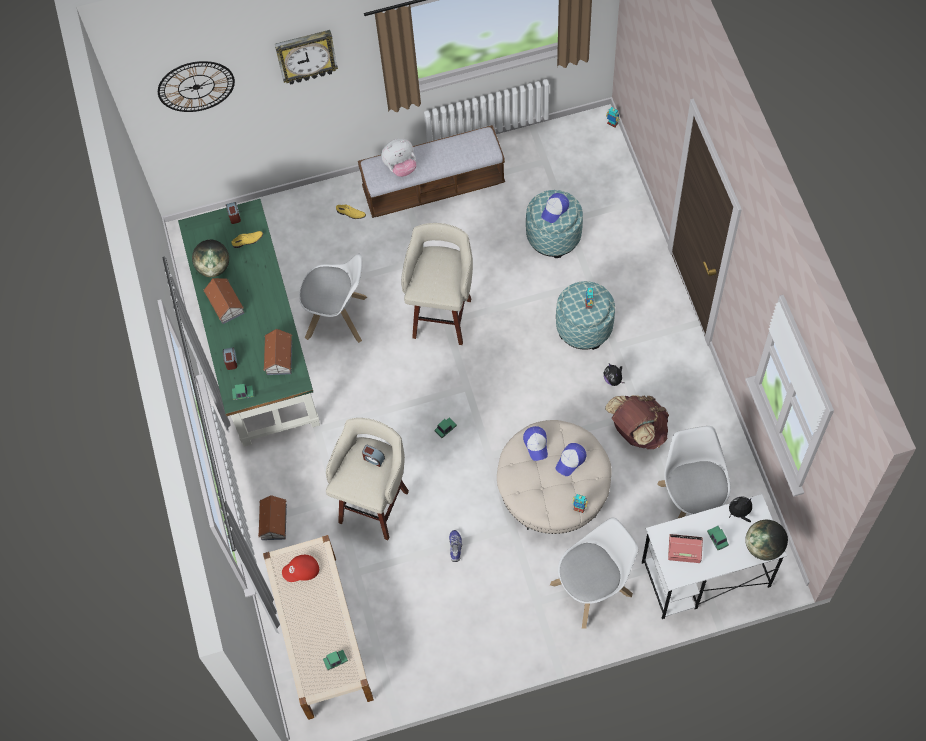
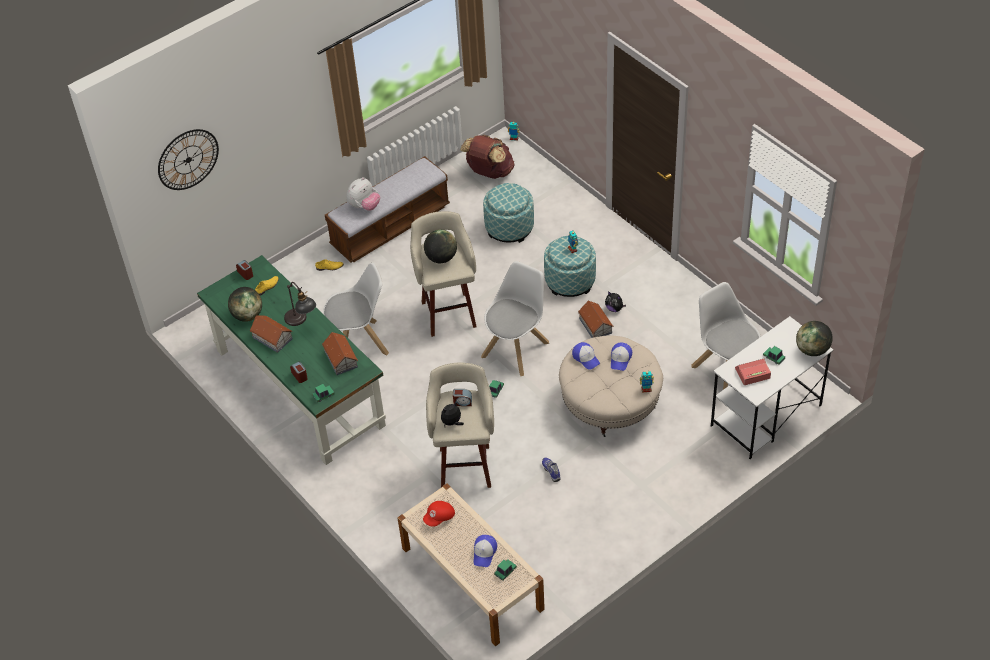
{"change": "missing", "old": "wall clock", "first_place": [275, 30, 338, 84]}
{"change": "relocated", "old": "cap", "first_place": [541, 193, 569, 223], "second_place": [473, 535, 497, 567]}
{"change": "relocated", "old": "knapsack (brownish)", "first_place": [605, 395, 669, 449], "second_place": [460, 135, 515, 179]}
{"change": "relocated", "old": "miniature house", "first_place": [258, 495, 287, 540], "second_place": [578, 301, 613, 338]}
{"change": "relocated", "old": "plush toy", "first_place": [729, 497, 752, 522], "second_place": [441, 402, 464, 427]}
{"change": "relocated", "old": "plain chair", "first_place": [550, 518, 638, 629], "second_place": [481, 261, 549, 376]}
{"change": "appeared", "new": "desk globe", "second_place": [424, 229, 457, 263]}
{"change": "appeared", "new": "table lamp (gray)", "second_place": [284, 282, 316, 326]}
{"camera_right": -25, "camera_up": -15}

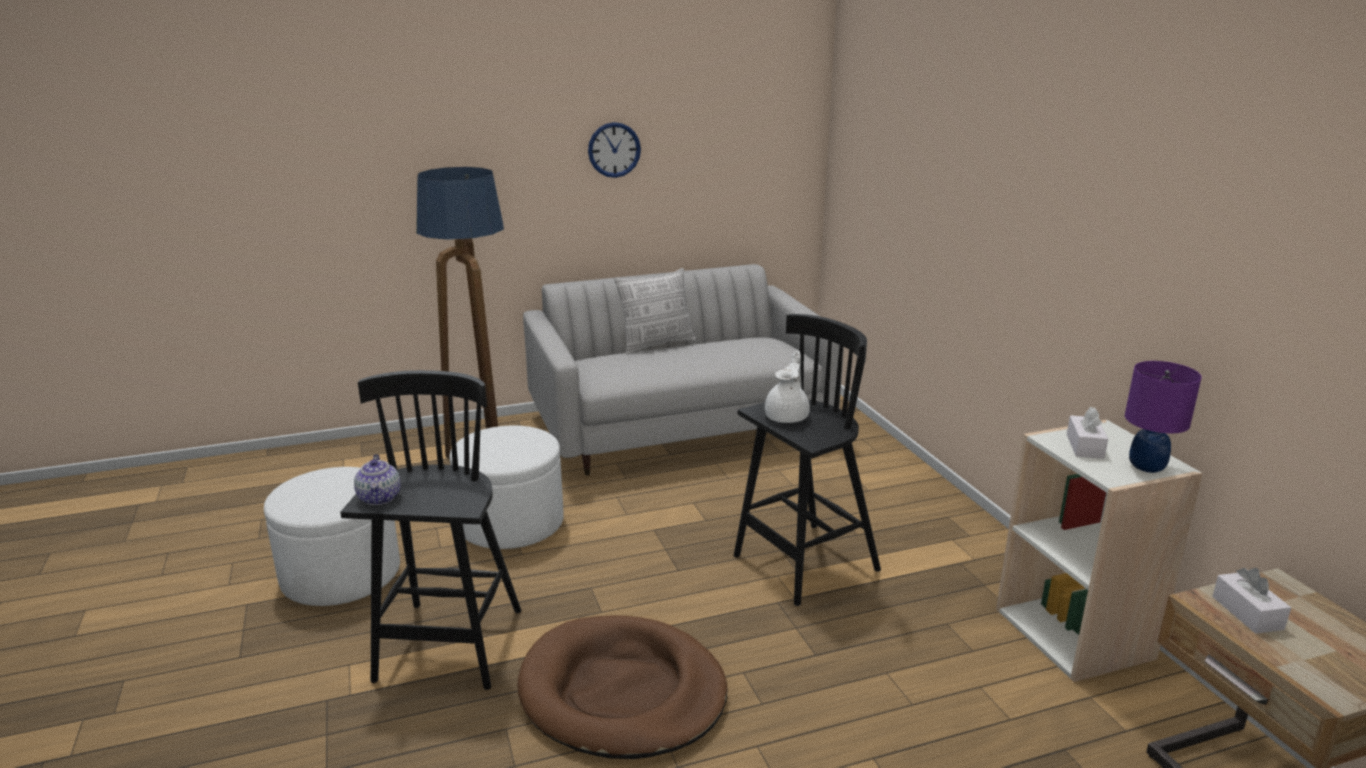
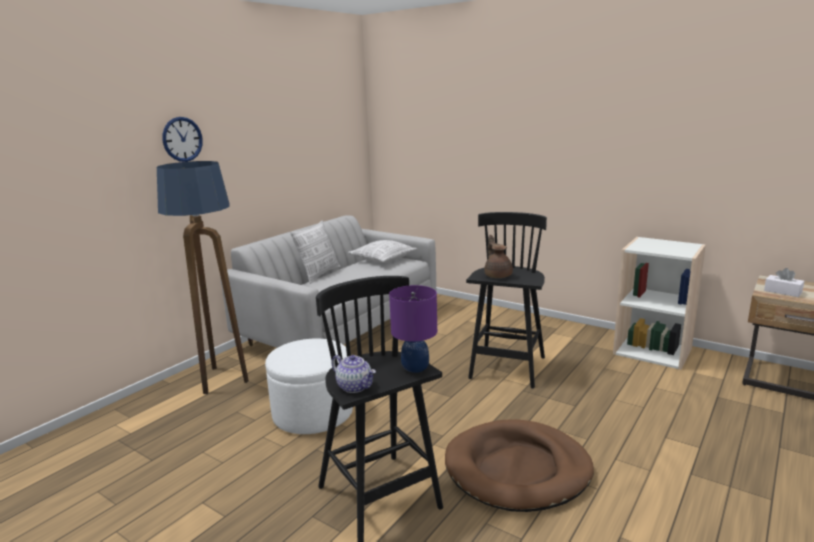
{"change": "relocated", "old": "wall clock", "first_place": [588, 122, 641, 178], "second_place": [162, 117, 203, 162]}
{"change": "colour", "old": "teapot (white-coloured)", "new": "teapot (brownish)", "first_place": [765, 350, 810, 423], "second_place": [484, 235, 513, 278]}
{"change": "relocated", "old": "table lamp (purple-coloured)", "first_place": [1125, 361, 1202, 473], "second_place": [389, 285, 437, 373]}
{"change": "missing", "old": "tissue holder (white-coloured)", "first_place": [1067, 407, 1108, 459]}
{"change": "missing", "old": "ottoman (white-coloured)", "first_place": [264, 467, 400, 606]}
{"change": "appeared", "new": "throw pillow", "second_place": [348, 240, 418, 263]}
{"camera_right": -35, "camera_up": -5}

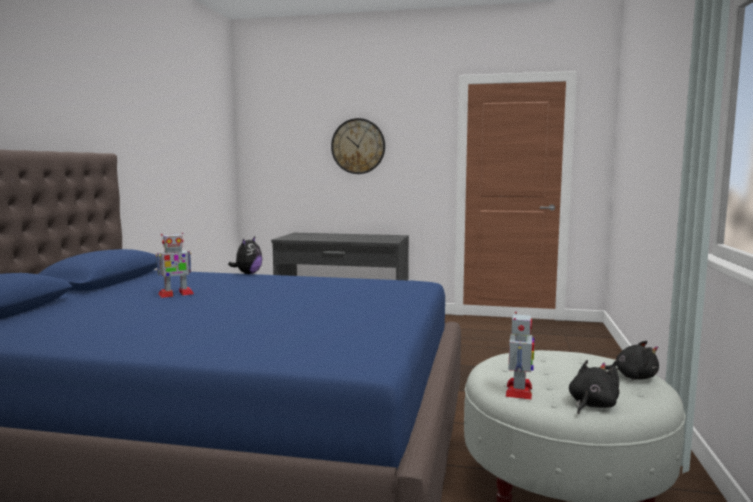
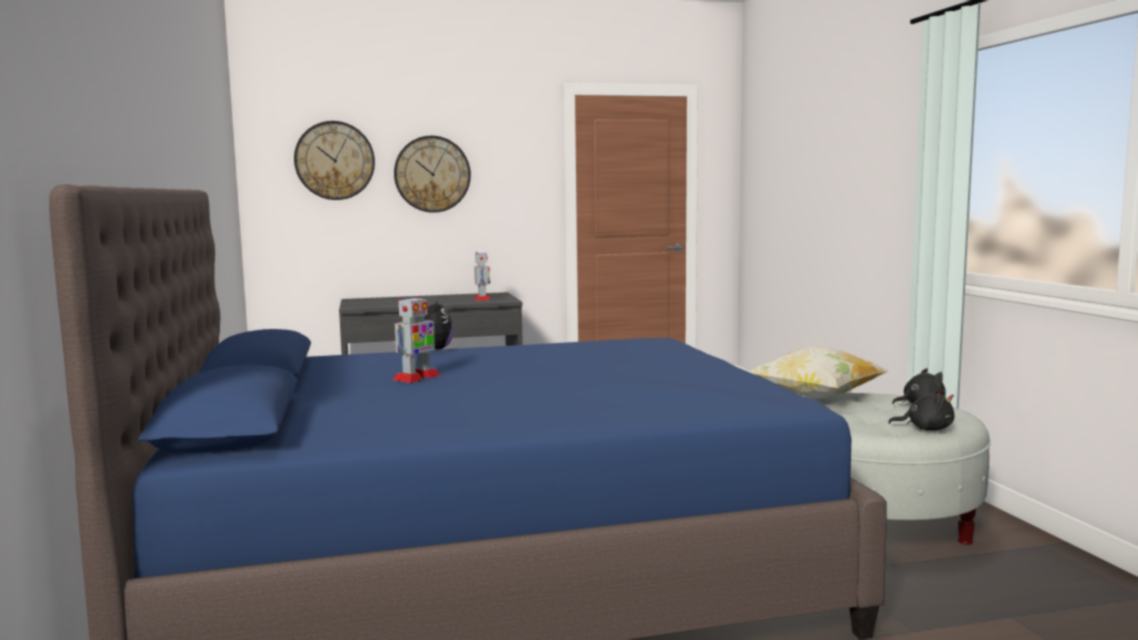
{"change": "relocated", "old": "robot figure", "first_place": [506, 312, 534, 399], "second_place": [474, 252, 490, 300]}
{"change": "spun", "old": "plush toy (black-coloured)", "first_place": [569, 360, 619, 414], "second_place": [888, 390, 955, 431], "degrees": 90}
{"change": "appeared", "new": "wall clock", "second_place": [294, 121, 375, 200]}
{"change": "appeared", "new": "throw pillow", "second_place": [750, 346, 889, 399]}
{"camera_right": -25, "camera_up": 0}

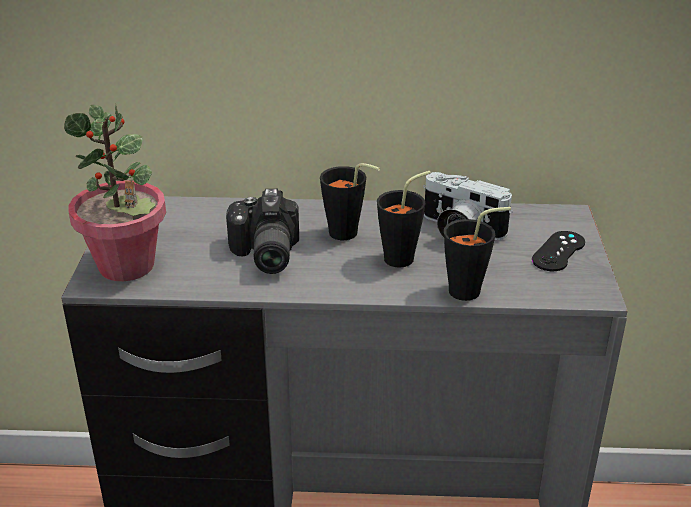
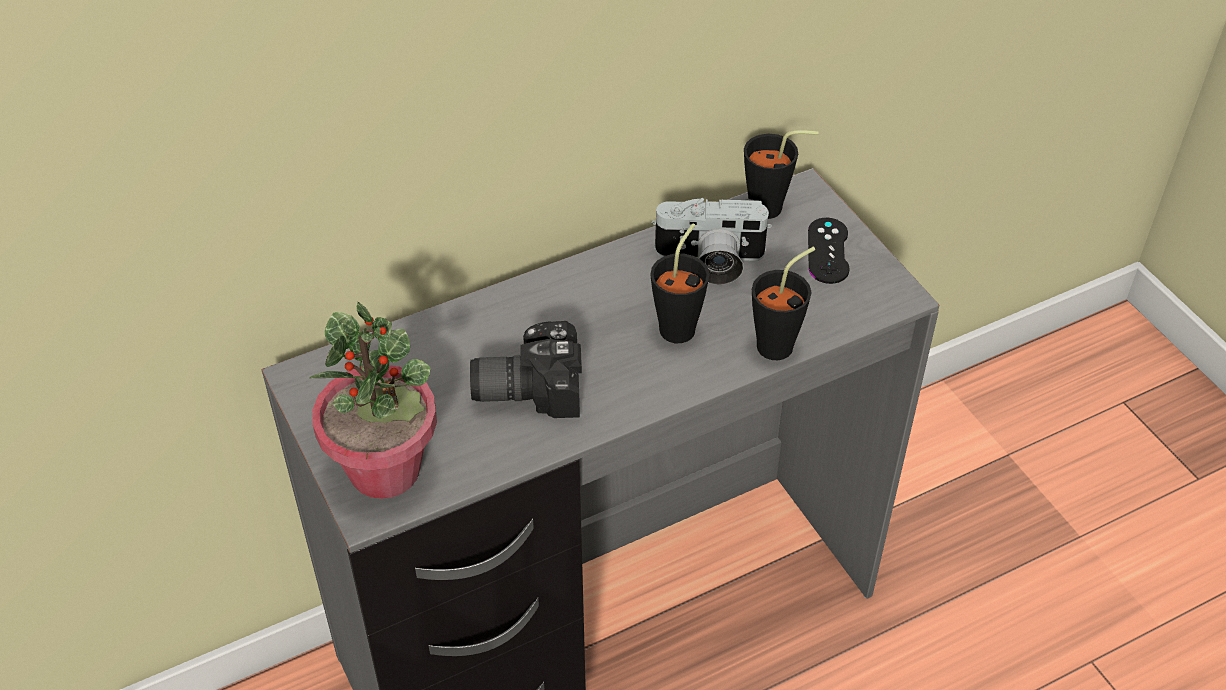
{"change": "relocated", "old": "small cup (black-coloured)", "first_place": [320, 163, 380, 240], "second_place": [744, 130, 819, 219]}
{"change": "spun", "old": "still camera", "first_place": [226, 189, 299, 274], "second_place": [470, 321, 582, 418], "degrees": 120}
{"camera_right": -30, "camera_up": 15}

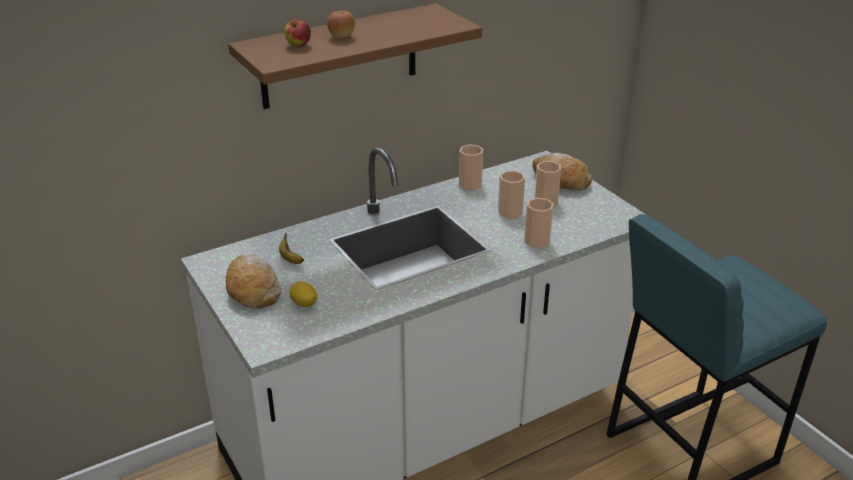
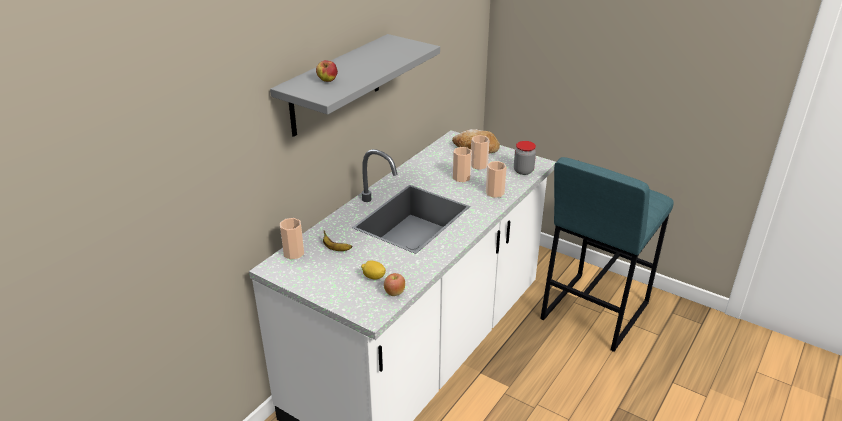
{"change": "colour", "old": "wall shelf (brownish)", "new": "wall shelf (gray)", "first_place": [228, 3, 482, 109], "second_place": [270, 34, 440, 137]}
{"change": "relocated", "old": "apple", "first_place": [327, 10, 355, 38], "second_place": [384, 273, 405, 296]}
{"change": "relocated", "old": "small cup", "first_place": [459, 144, 483, 190], "second_place": [280, 218, 304, 259]}
{"change": "missing", "old": "baked bread", "first_place": [226, 254, 282, 309]}
{"change": "appeared", "new": "preserve jar", "second_place": [514, 141, 536, 175]}
{"camera_right": -25, "camera_up": 0}

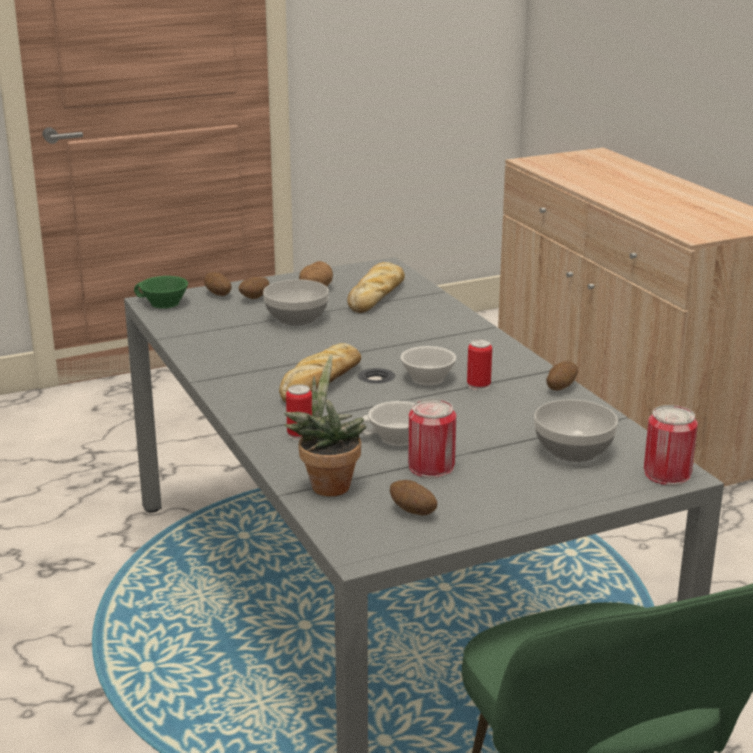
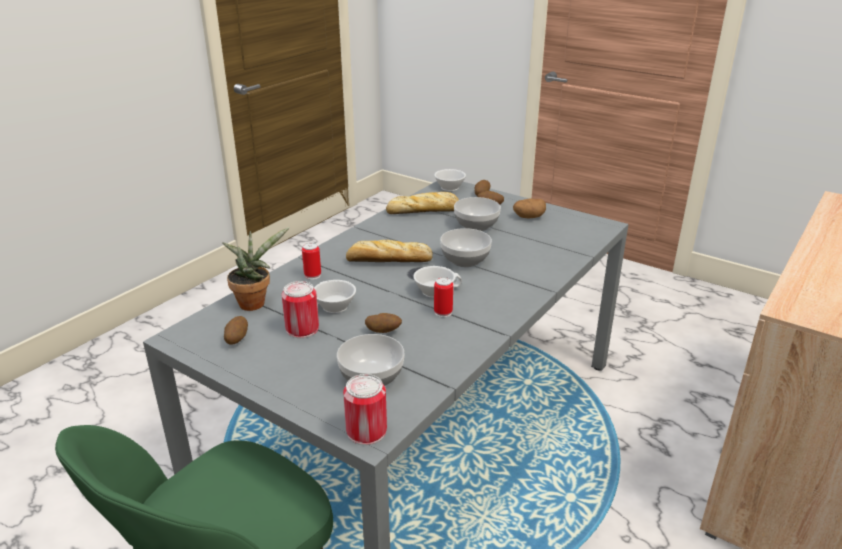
{"change": "relocated", "old": "baked bread", "first_place": [347, 262, 405, 313], "second_place": [386, 192, 459, 214]}
{"change": "colour", "old": "small cup (greenish)", "new": "small cup (white-coloured)", "first_place": [134, 276, 188, 309], "second_place": [434, 169, 466, 191]}
{"change": "relocated", "old": "spud", "first_place": [546, 361, 578, 390], "second_place": [365, 313, 402, 333]}
{"change": "appeared", "new": "serving bowl", "second_place": [440, 228, 492, 267]}
{"camera_right": 60, "camera_up": 5}

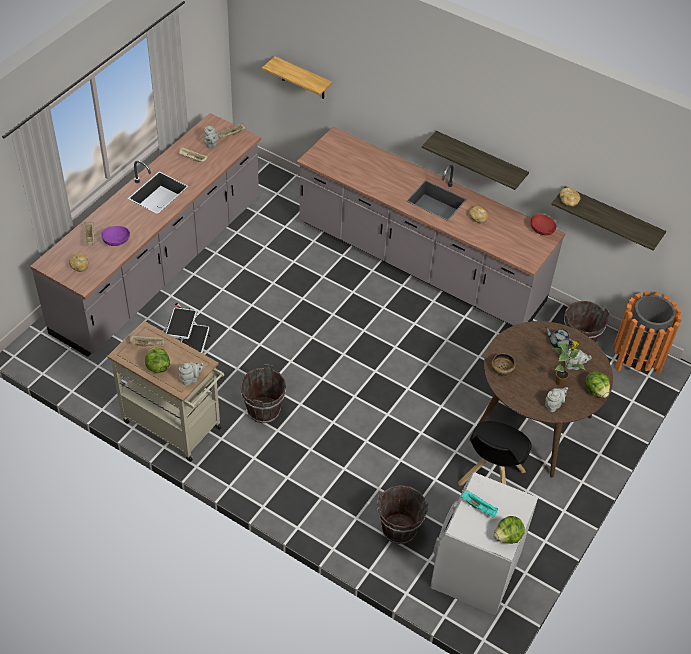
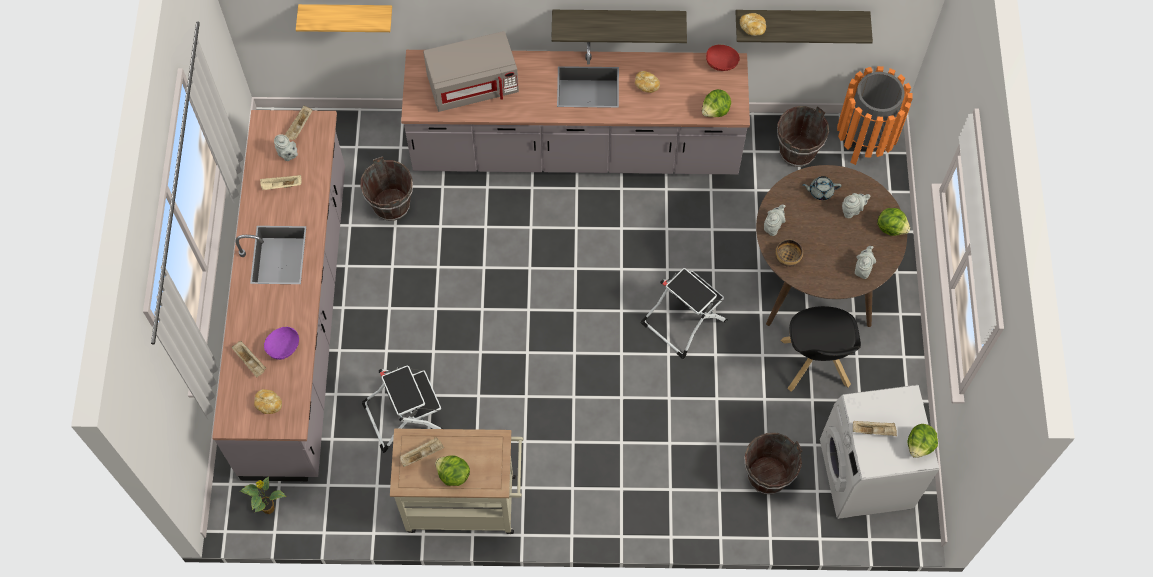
{"change": "relocated", "old": "potted plant", "first_place": [553, 341, 585, 386], "second_place": [240, 476, 286, 514]}
{"change": "relocated", "old": "teapot (gray)", "first_place": [179, 362, 204, 385], "second_place": [764, 205, 785, 236]}
{"change": "relocated", "old": "water bucket (brownish)", "first_place": [240, 364, 286, 423], "second_place": [360, 156, 413, 221]}
{"change": "colour", "old": "serving tray (turquoise-coloured)", "new": "serving tray (beige-coloured)", "first_place": [461, 490, 498, 518], "second_place": [853, 421, 897, 436]}
{"change": "appeared", "new": "microwave (gray)", "second_place": [423, 31, 519, 112]}
{"change": "appeared", "new": "head of lettuce", "second_place": [702, 89, 731, 117]}
{"change": "appeared", "new": "step ladder", "second_place": [640, 268, 728, 359]}
{"camera_right": -30, "camera_up": 15}

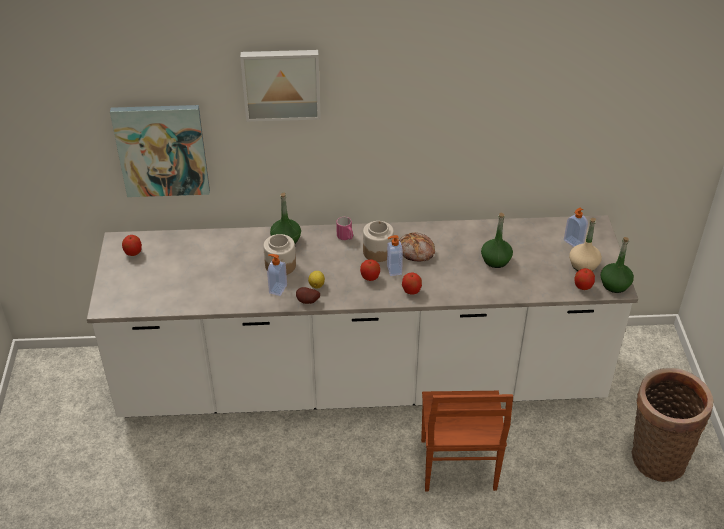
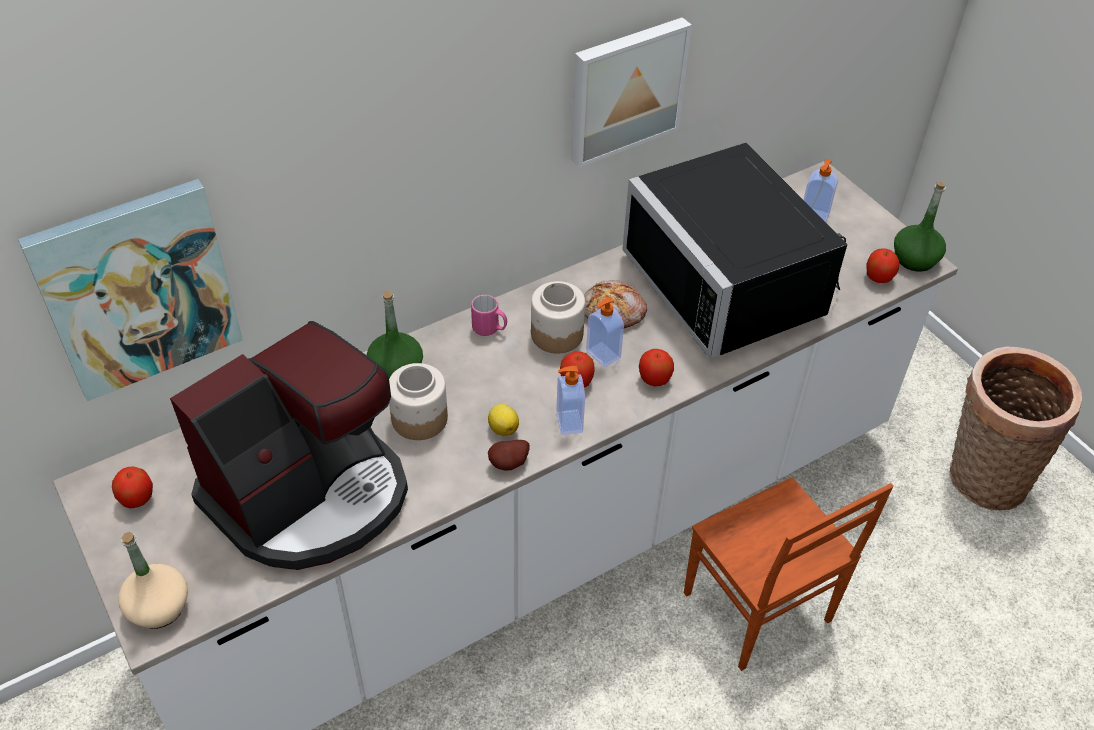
{"change": "relocated", "old": "wall picture", "first_place": [240, 50, 321, 122], "second_place": [570, 17, 692, 168]}
{"change": "exchanged", "old": "bottle (greenish)", "new": "microwave (black-coloured)", "first_place": [481, 212, 513, 268], "second_place": [622, 143, 847, 359]}
{"change": "relocated", "old": "bottle (beige-coloured)", "first_place": [569, 218, 602, 271], "second_place": [118, 532, 188, 629]}
{"change": "relocated", "old": "liquid soap bottle", "first_place": [267, 254, 287, 296], "second_place": [556, 366, 585, 435]}
{"change": "appeared", "new": "coffee brewer", "second_place": [170, 321, 408, 570]}
{"camera_right": -30, "camera_up": 5}

